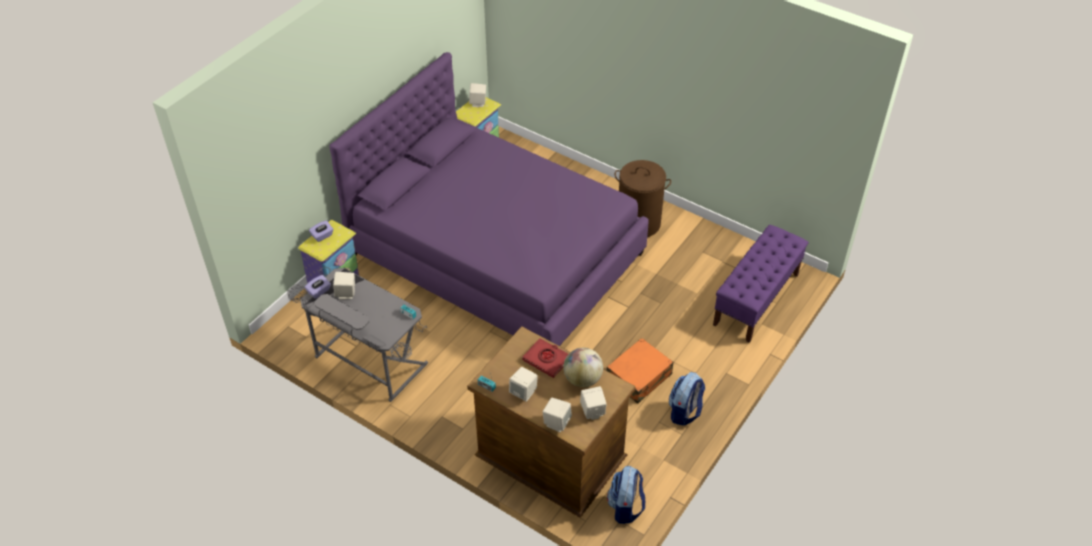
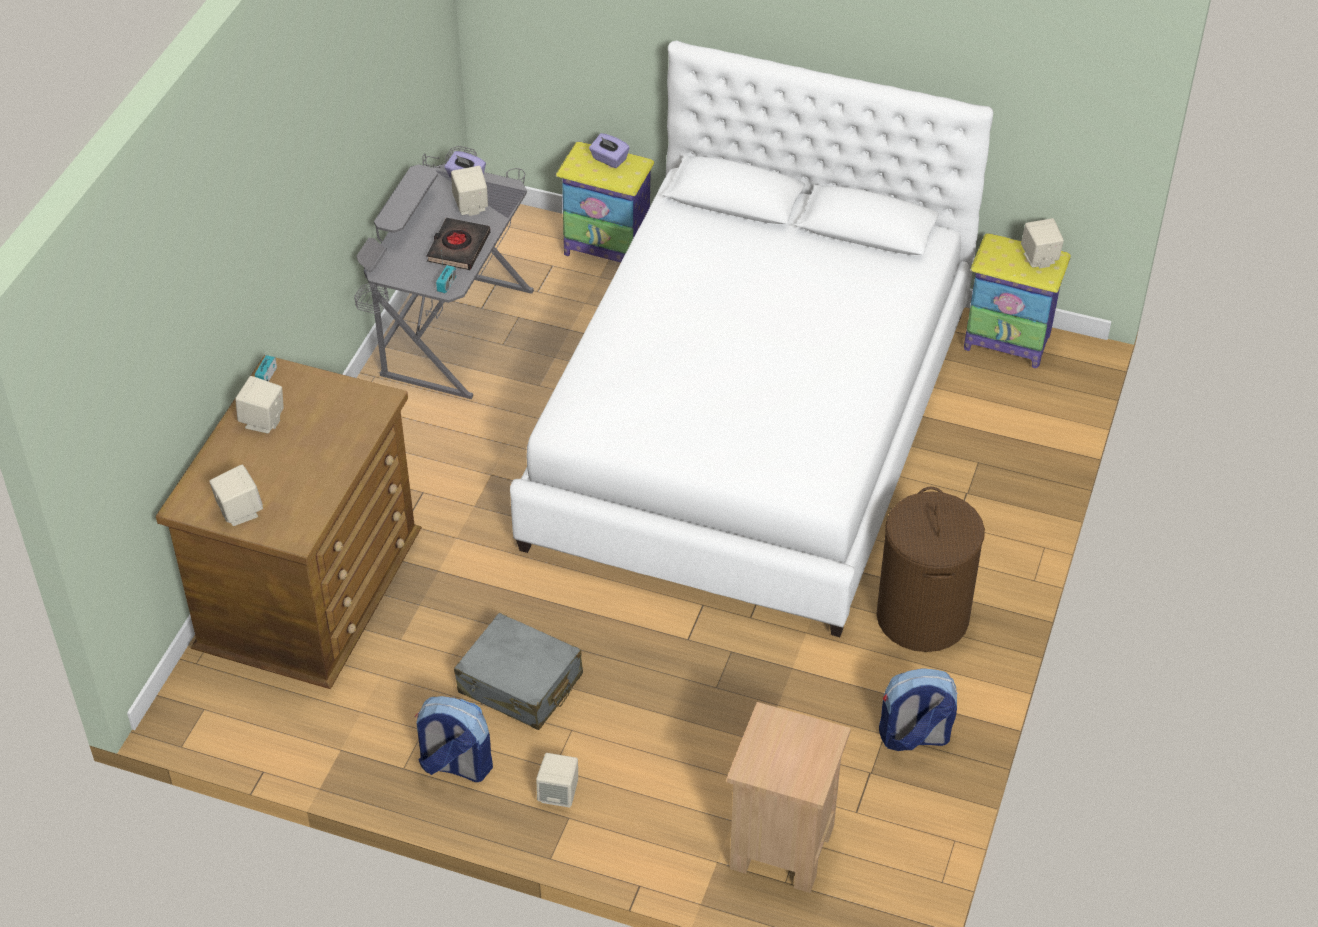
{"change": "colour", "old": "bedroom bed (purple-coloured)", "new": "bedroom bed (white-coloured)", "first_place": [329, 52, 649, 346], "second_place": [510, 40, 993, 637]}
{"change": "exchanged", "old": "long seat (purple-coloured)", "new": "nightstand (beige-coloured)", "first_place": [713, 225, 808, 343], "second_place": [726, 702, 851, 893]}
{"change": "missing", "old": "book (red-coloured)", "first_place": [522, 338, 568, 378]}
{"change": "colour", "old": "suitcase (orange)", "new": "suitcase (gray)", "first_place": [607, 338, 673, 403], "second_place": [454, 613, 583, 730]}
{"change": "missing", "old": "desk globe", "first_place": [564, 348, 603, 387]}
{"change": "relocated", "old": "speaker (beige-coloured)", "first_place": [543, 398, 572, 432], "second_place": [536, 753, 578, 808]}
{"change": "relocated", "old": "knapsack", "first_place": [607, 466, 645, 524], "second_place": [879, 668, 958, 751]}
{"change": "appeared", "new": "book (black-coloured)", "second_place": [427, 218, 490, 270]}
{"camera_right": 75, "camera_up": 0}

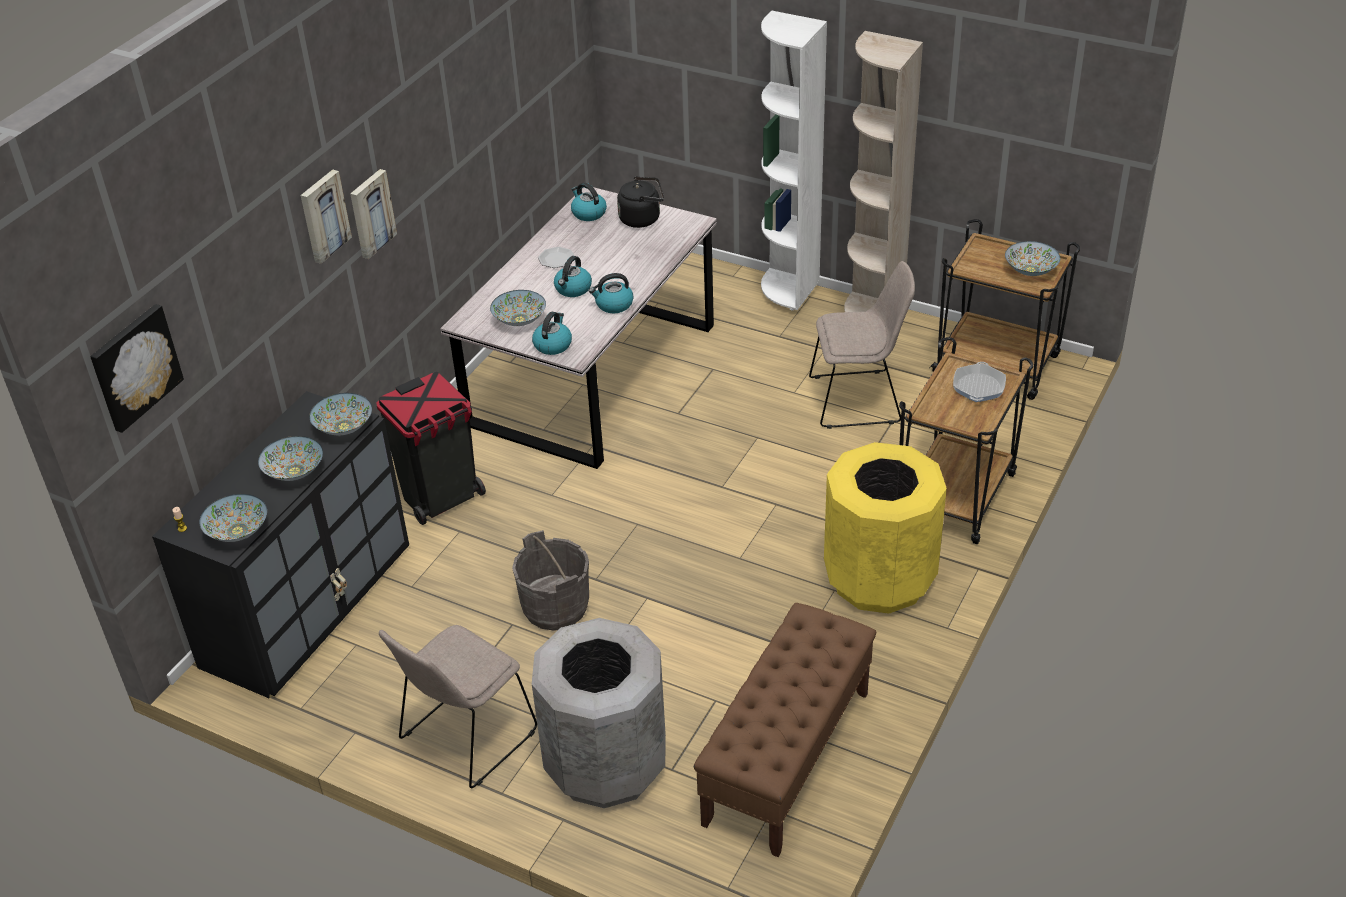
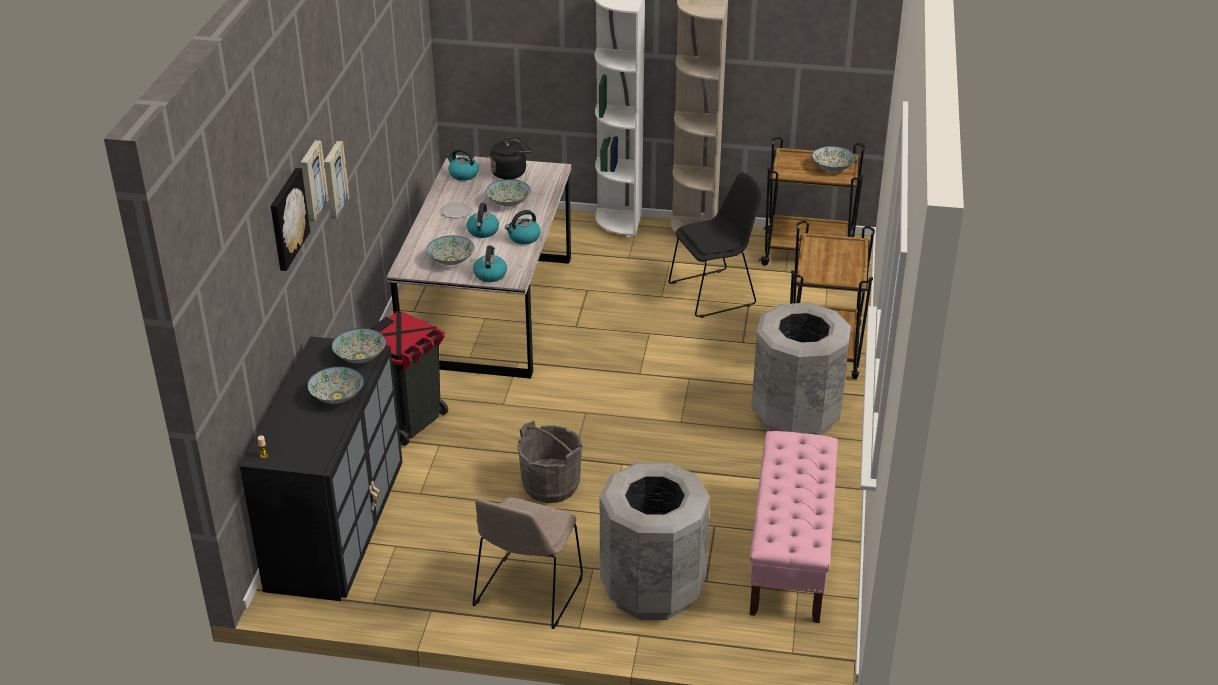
{"change": "colour", "old": "plain chair (beige-coloured)", "new": "plain chair (black-coloured)", "first_place": [809, 261, 915, 429], "second_place": [668, 172, 762, 318]}
{"change": "relocated", "old": "wall picture", "first_place": [90, 304, 184, 433], "second_place": [271, 168, 310, 271]}
{"change": "missing", "old": "pan", "first_place": [953, 362, 1006, 402]}
{"change": "colour", "old": "rubbish bin (yellowish)", "new": "rubbish bin (gray)", "first_place": [824, 442, 947, 614], "second_place": [751, 303, 851, 435]}
{"change": "relocated", "old": "serving bowl", "first_place": [199, 494, 267, 542], "second_place": [486, 179, 531, 206]}
{"change": "colour", "old": "long seat (brownish)", "new": "long seat (pink-coloured)", "first_place": [694, 603, 876, 857], "second_place": [750, 431, 838, 623]}
{"camera_right": -20, "camera_up": -5}

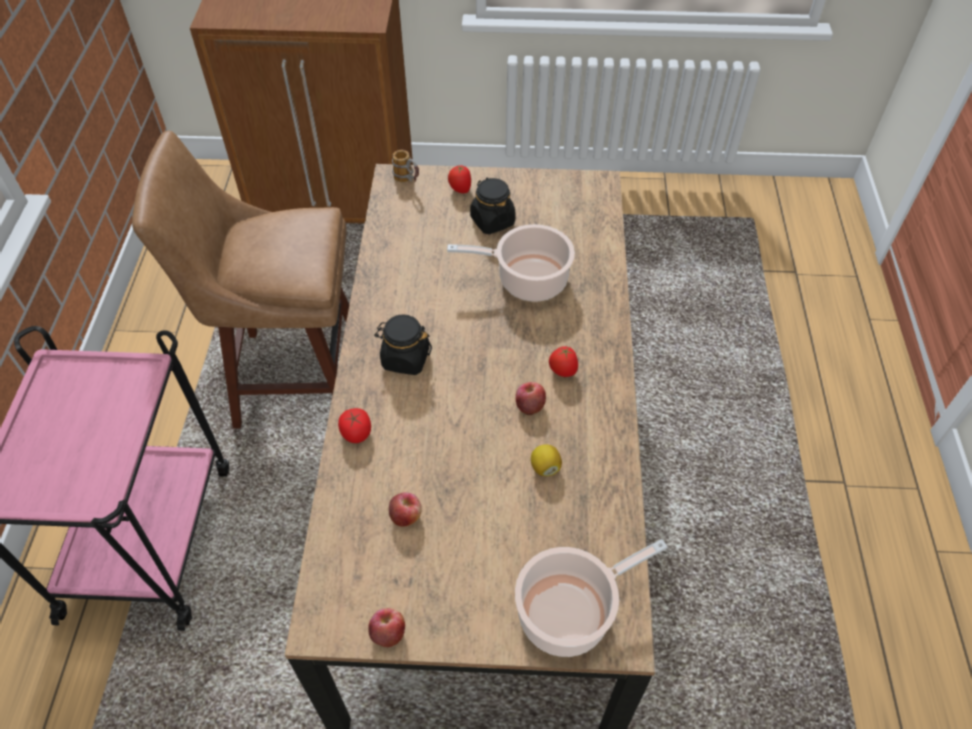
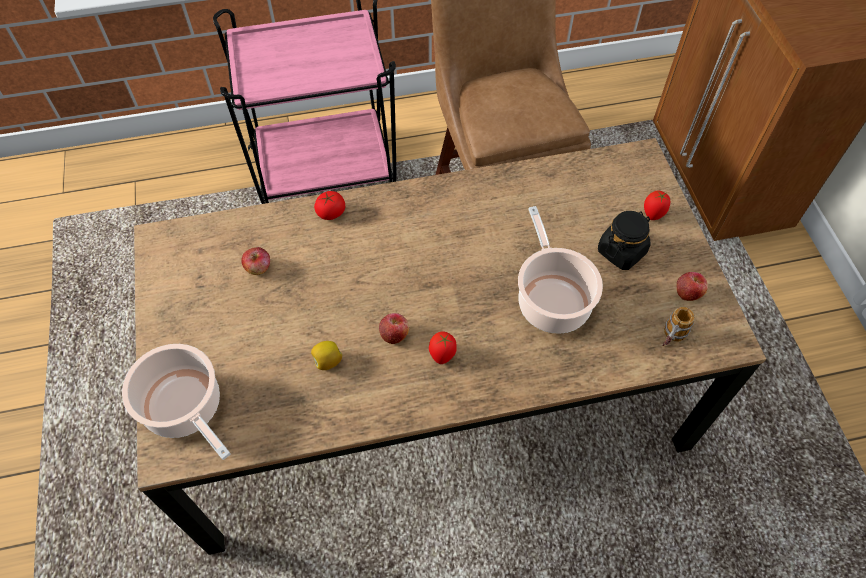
{"change": "relocated", "old": "mug", "first_place": [392, 150, 419, 182], "second_place": [662, 307, 695, 346]}
{"change": "missing", "old": "preserve jar (black-coloured)", "first_place": [374, 314, 432, 375]}
{"change": "relocated", "old": "apple", "first_place": [368, 608, 405, 647], "second_place": [677, 272, 708, 301]}
{"camera_right": 75, "camera_up": 5}

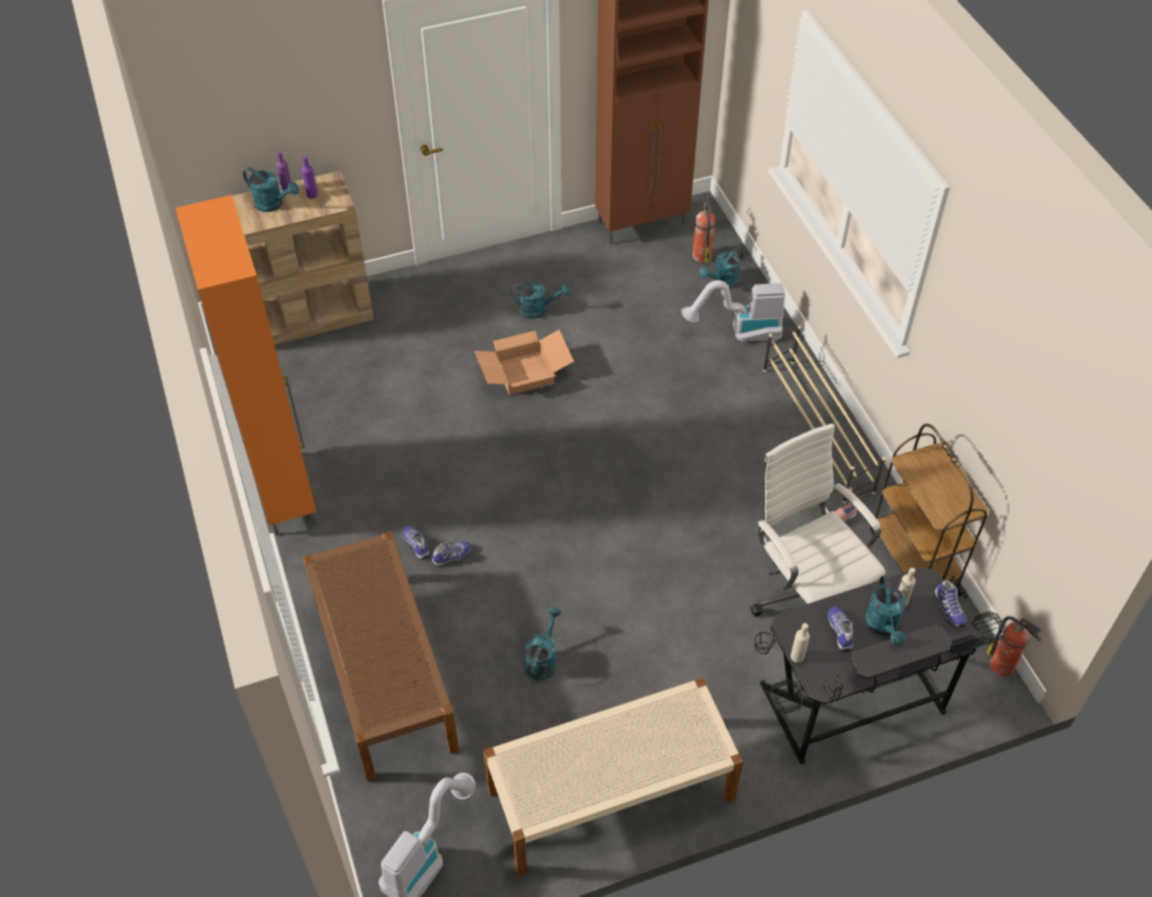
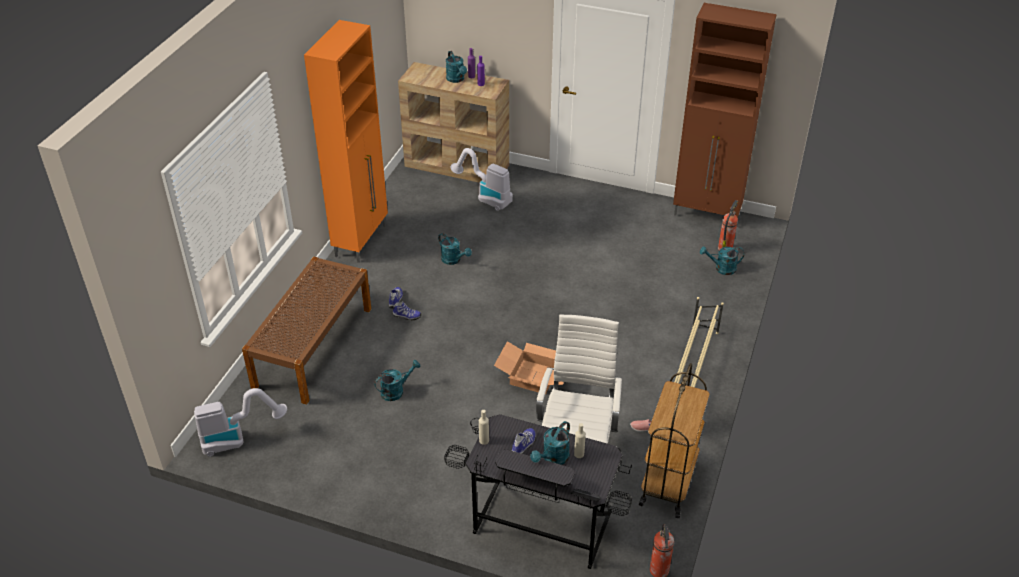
{"change": "relocated", "old": "hoover", "first_place": [681, 280, 785, 342], "second_place": [450, 148, 513, 211]}
{"change": "relocated", "old": "watering can (turquoise-coloured)", "first_place": [511, 281, 570, 319], "second_place": [438, 233, 472, 265]}
{"change": "relocated", "old": "cardboard box", "first_place": [474, 330, 574, 395], "second_place": [494, 341, 564, 394]}
{"change": "missing", "old": "low shoe", "first_place": [935, 580, 967, 628]}
{"change": "missing", "old": "long seat (beige-coloured)", "first_place": [483, 677, 743, 876]}
{"camera_right": 40, "camera_up": -10}

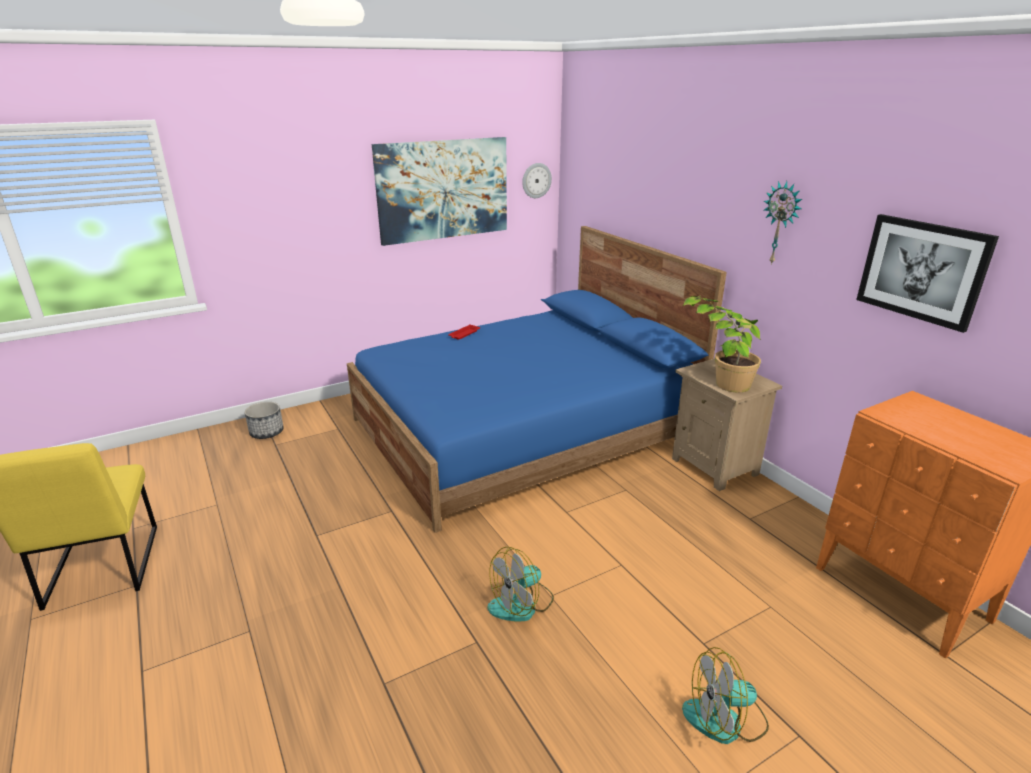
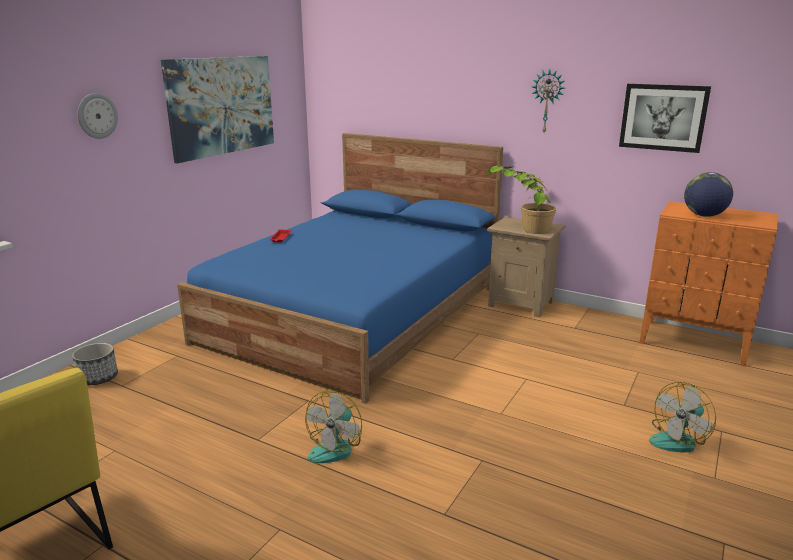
{"change": "relocated", "old": "wall clock", "first_place": [522, 163, 552, 198], "second_place": [78, 93, 118, 139]}
{"change": "relocated", "old": "cooling fan", "first_place": [488, 547, 554, 622], "second_place": [305, 391, 362, 463]}
{"change": "appeared", "new": "desk globe", "second_place": [684, 172, 733, 217]}
{"camera_right": -30, "camera_up": -5}

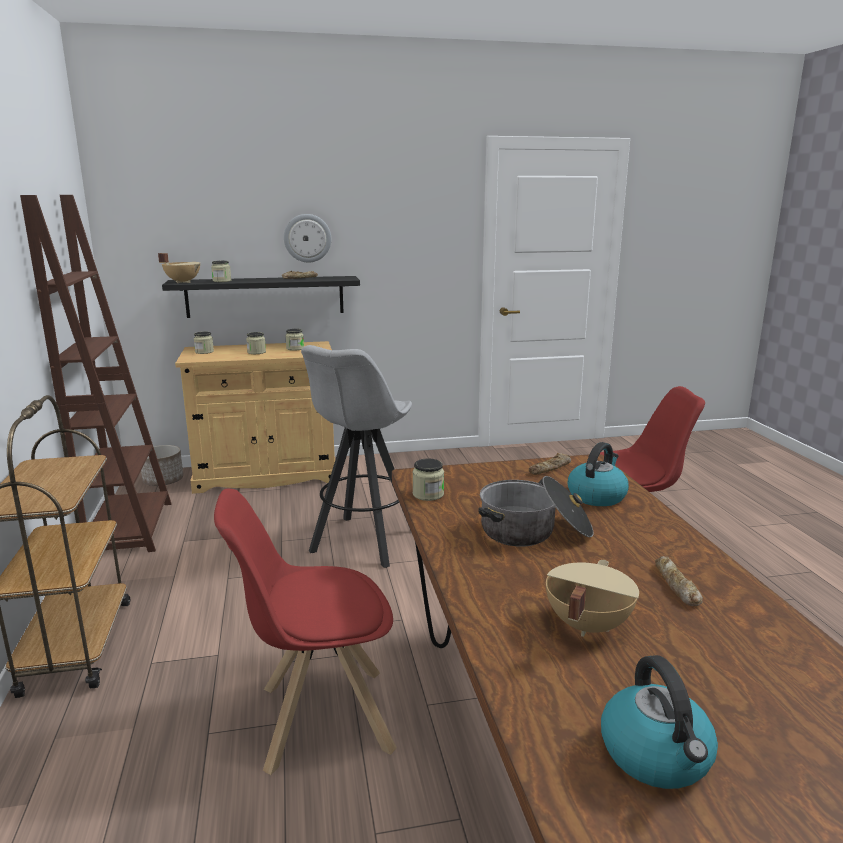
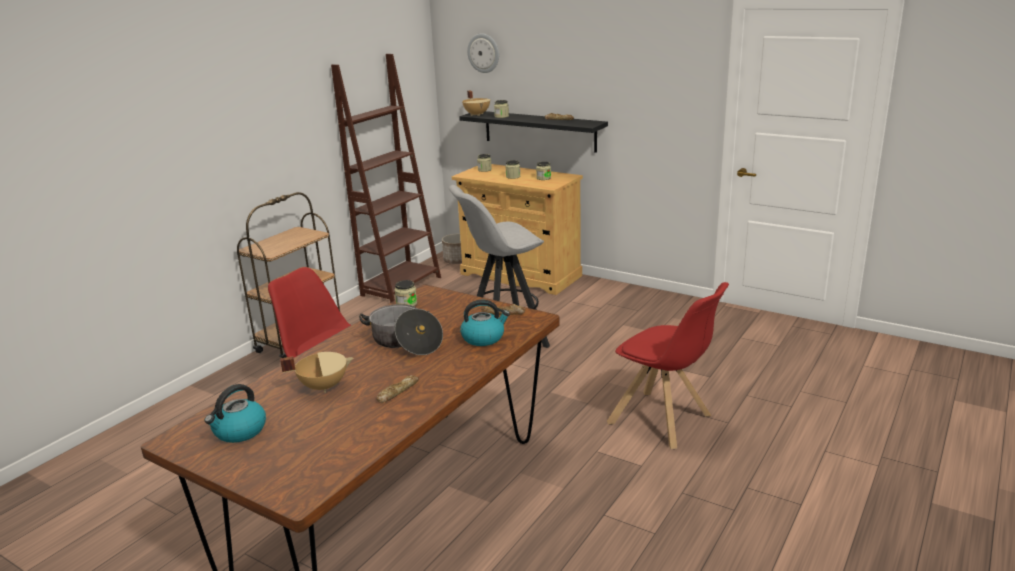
{"change": "relocated", "old": "wall clock", "first_place": [284, 214, 331, 263], "second_place": [467, 33, 499, 73]}
{"camera_right": 45, "camera_up": 5}

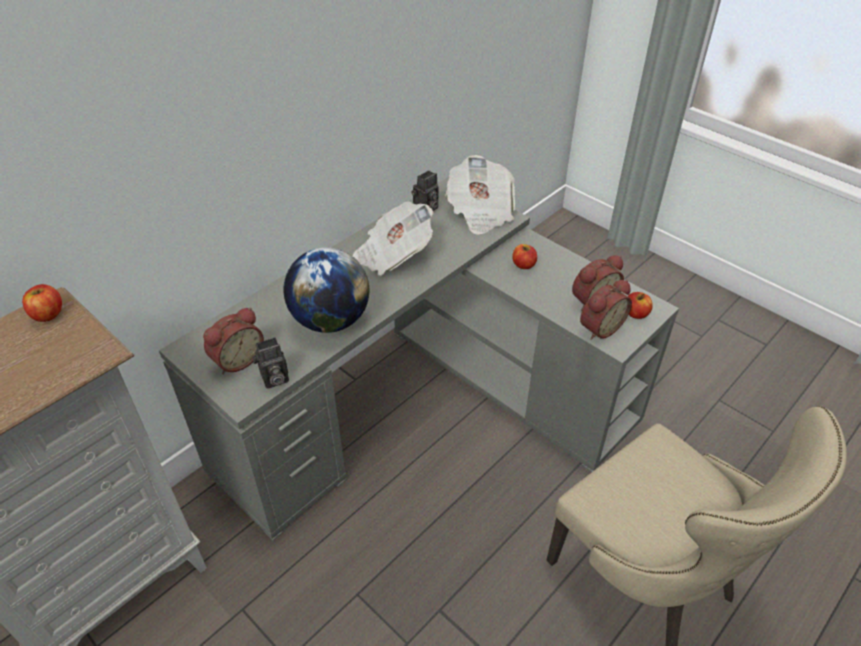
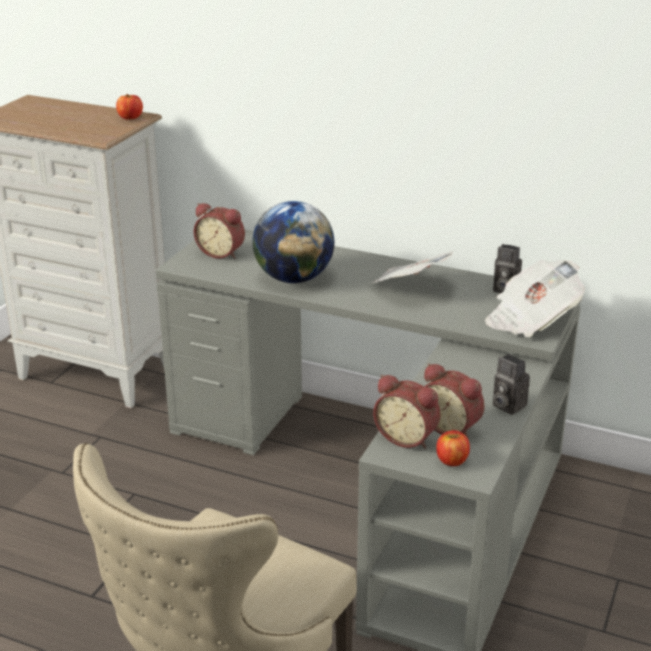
{"change": "missing", "old": "apple", "first_place": [512, 244, 537, 269]}
{"change": "relocated", "old": "still camera", "first_place": [252, 337, 289, 389], "second_place": [493, 354, 530, 415]}
{"camera_right": 70, "camera_up": -15}

